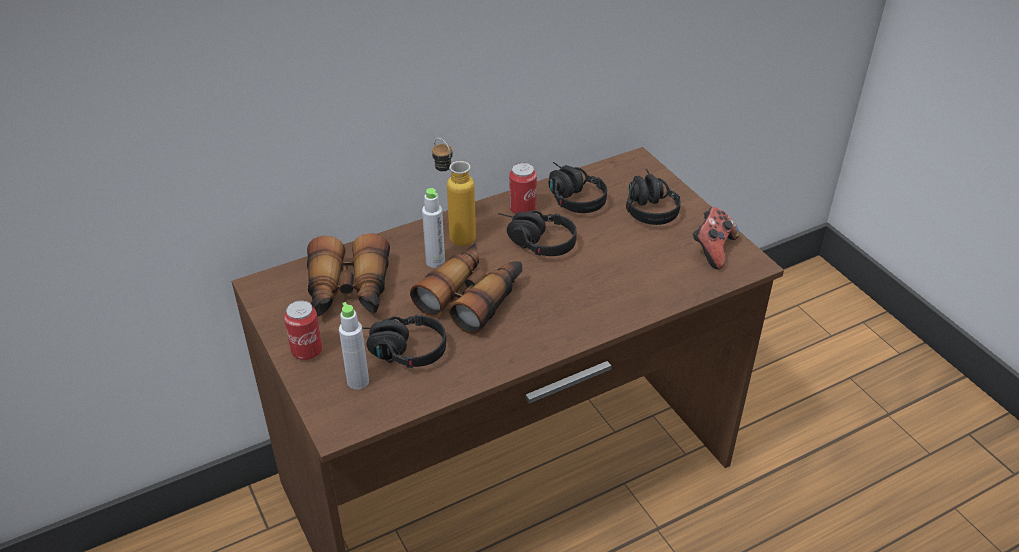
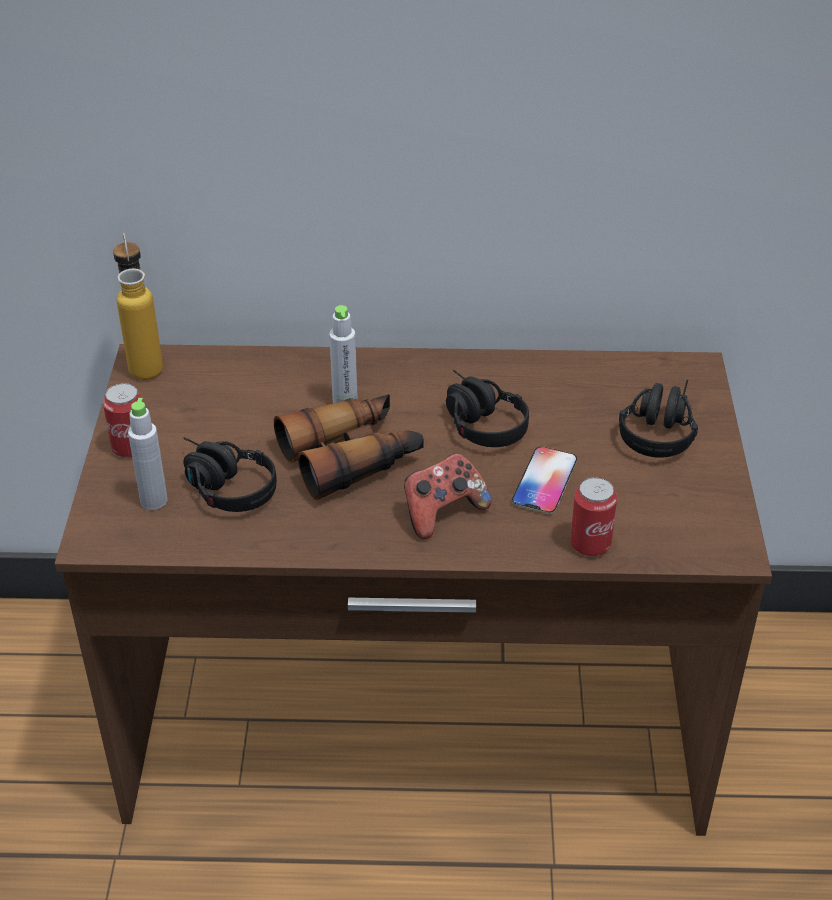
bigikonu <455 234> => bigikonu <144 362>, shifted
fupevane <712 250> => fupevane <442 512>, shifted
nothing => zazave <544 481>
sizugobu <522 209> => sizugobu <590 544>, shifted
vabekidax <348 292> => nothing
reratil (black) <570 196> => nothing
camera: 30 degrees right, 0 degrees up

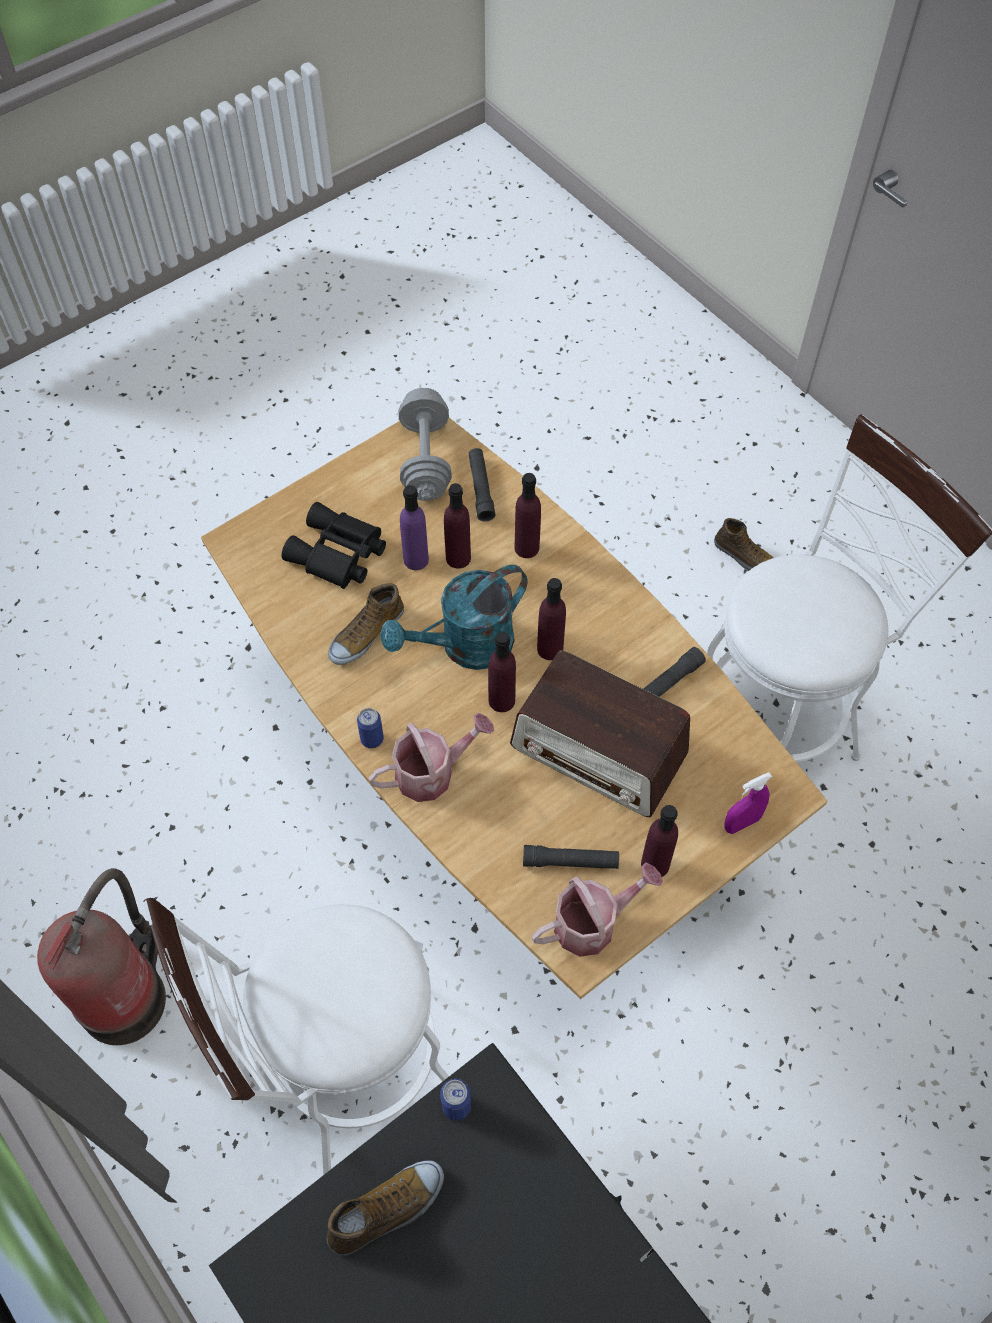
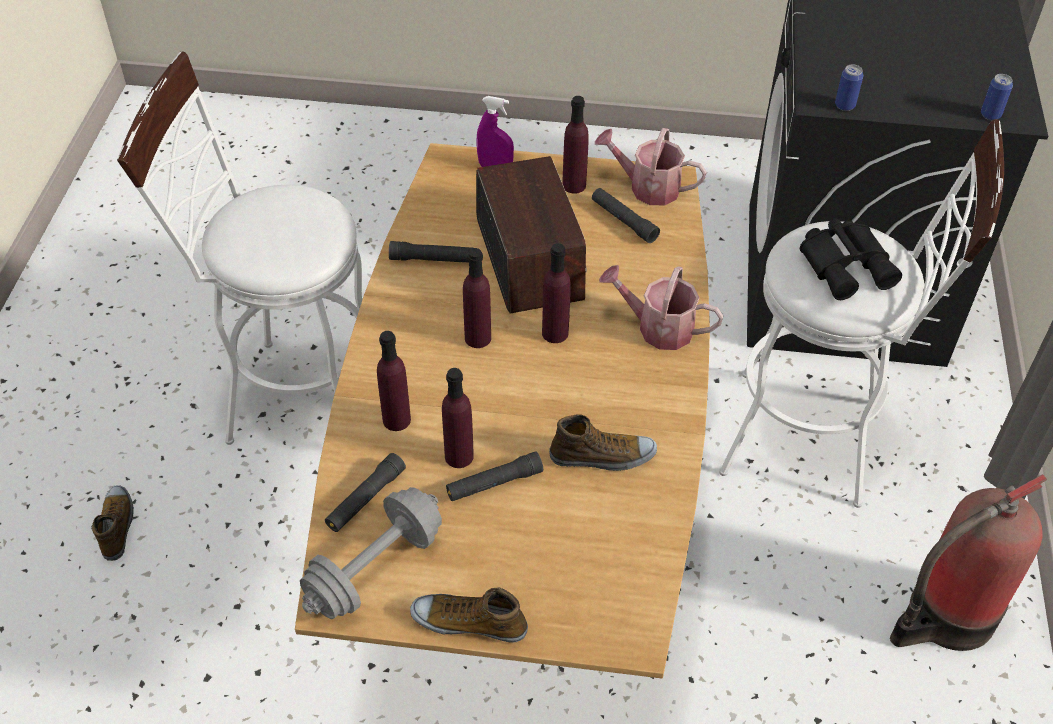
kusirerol <387 1210> => kusirerol <469 622>, shifted
bigikonu (purple) <416 559> => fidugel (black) <494 483>
vabekidax (black) <337 555> => vabekidax (black) <847 265>, shifted
sizugobu <372 739> => sizugobu <990 115>, shifted
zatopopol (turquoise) <465 647> => nothing
camera: 135 degrees left, 10 degrees down

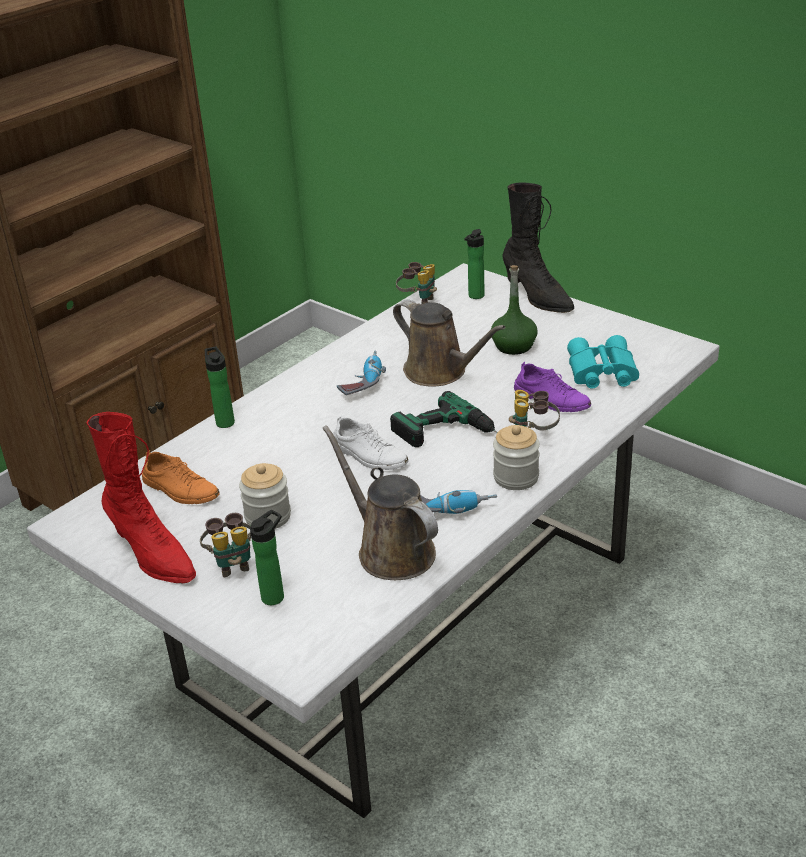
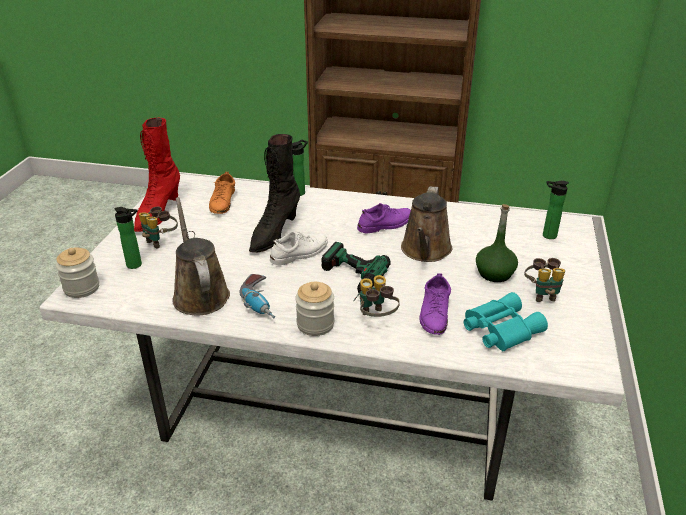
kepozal <268 516> => kepozal <82 288>, shifted
zatopopol (brown) <391 550> => zatopopol (brown) <200 294>, 45 degrees counterclockwise
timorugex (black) <537 297> => timorugex (black) <274 233>, shifted
kusirerol (white) <369 455> => kusirerol (white) <299 253>, 135 degrees counterclockwise
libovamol <363 381> => kusirerol (purple) <385 224>
vabekidax <418 301> => vabekidax <542 294>, shifted
camera: 60 degrees right, 0 degrees up

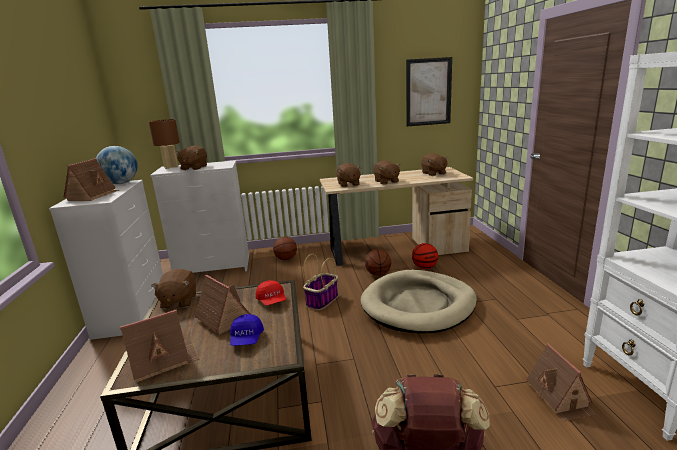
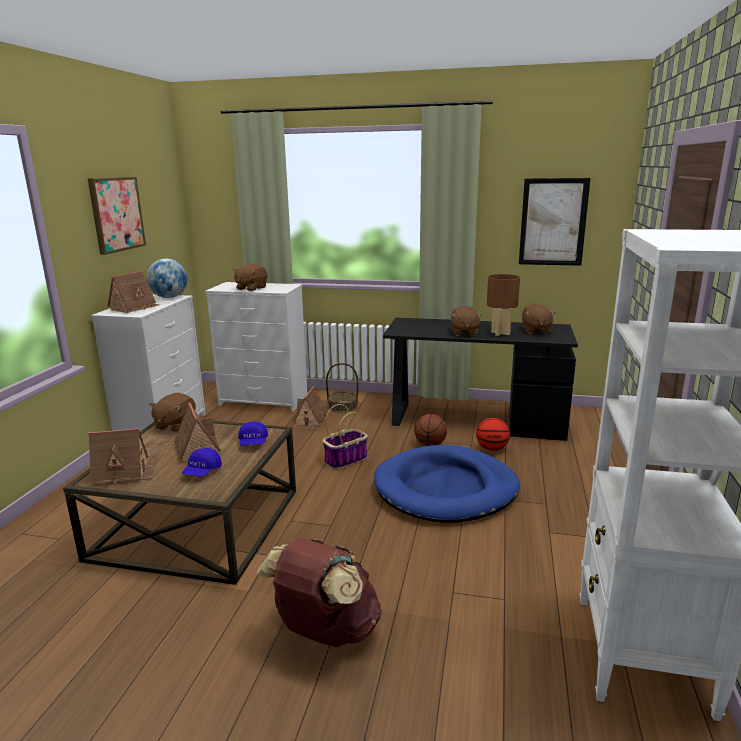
nothing => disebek <116 214>
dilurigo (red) <272 301> => dilurigo (blue) <253 443>
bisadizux <559 397> => bisadizux <310 421>, shifted
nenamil <286 259> => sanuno <342 406>
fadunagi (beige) <418 305> => fadunagi (blue) <446 489>
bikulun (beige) <394 249> => bikulun (black) <474 419>
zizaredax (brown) <171 167> => zizaredax (brown) <500 333>, shifted
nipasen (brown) <348 184> => nothing
camera: 20 degrees right, 0 degrees up

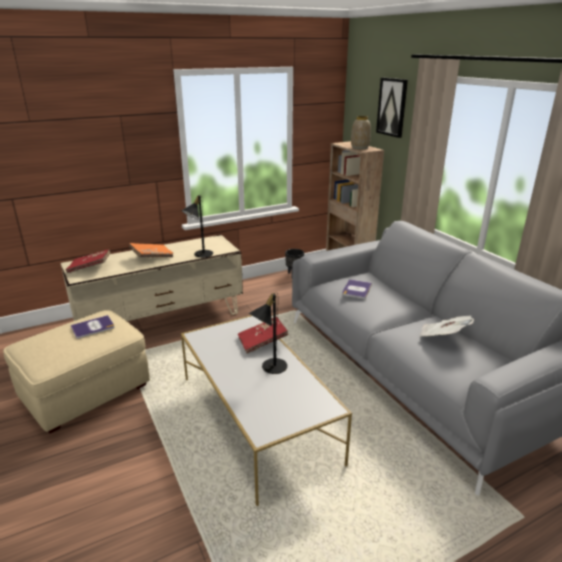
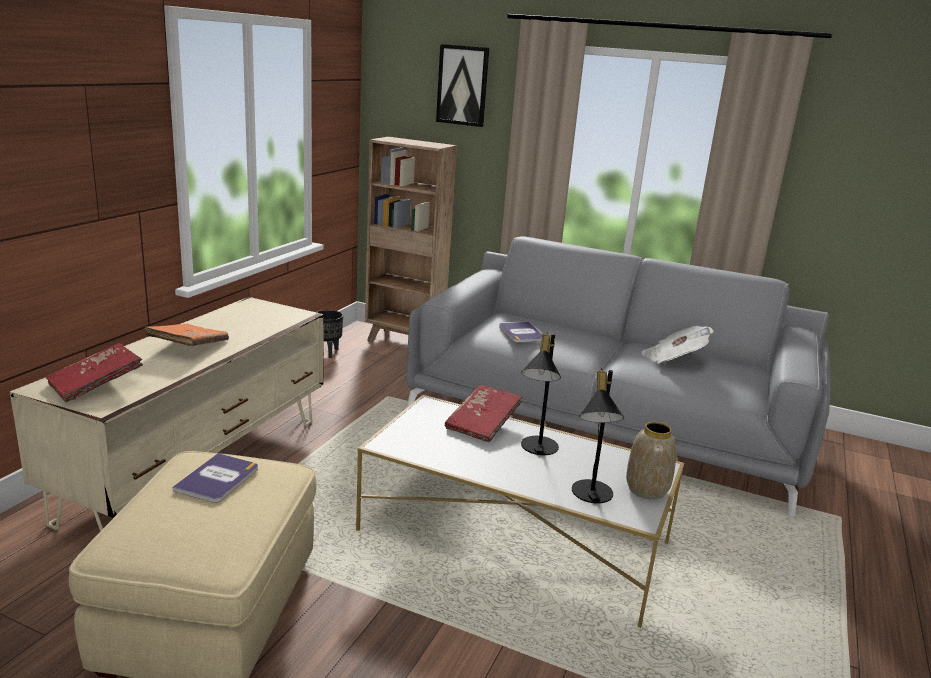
zizaredax (black) <200 254> => zizaredax (black) <590 496>, shifted
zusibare <359 148> => zusibare <646 490>, shifted
camera: 40 degrees left, 5 degrees down

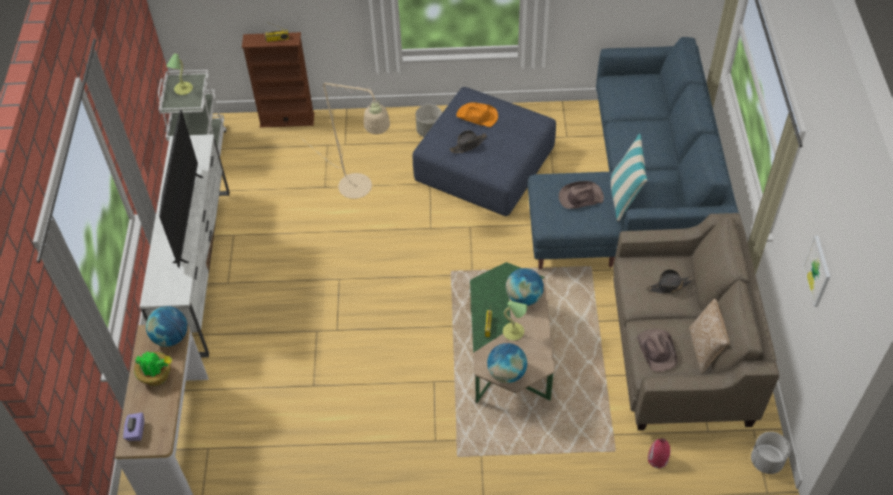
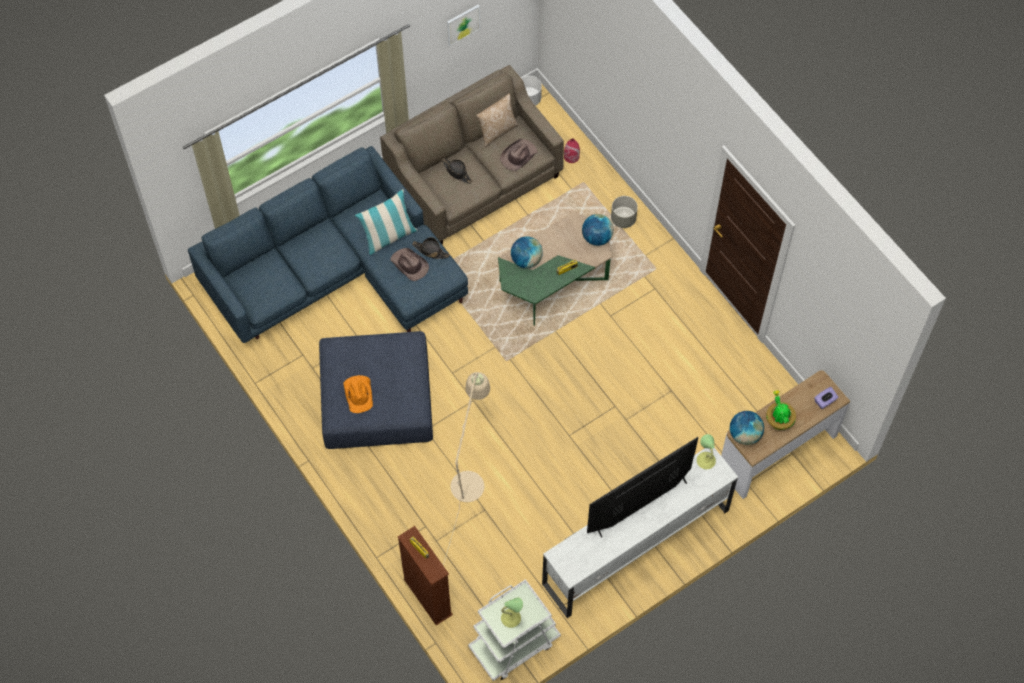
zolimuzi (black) <468 145> => zolimuzi (black) <430 251>, shifted
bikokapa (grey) <429 131> => bikokapa (grey) <623 219>, shifted
zizaredax <514 332> => zizaredax <706 460>, shifted
camera: 125 degrees left, 10 degrees up

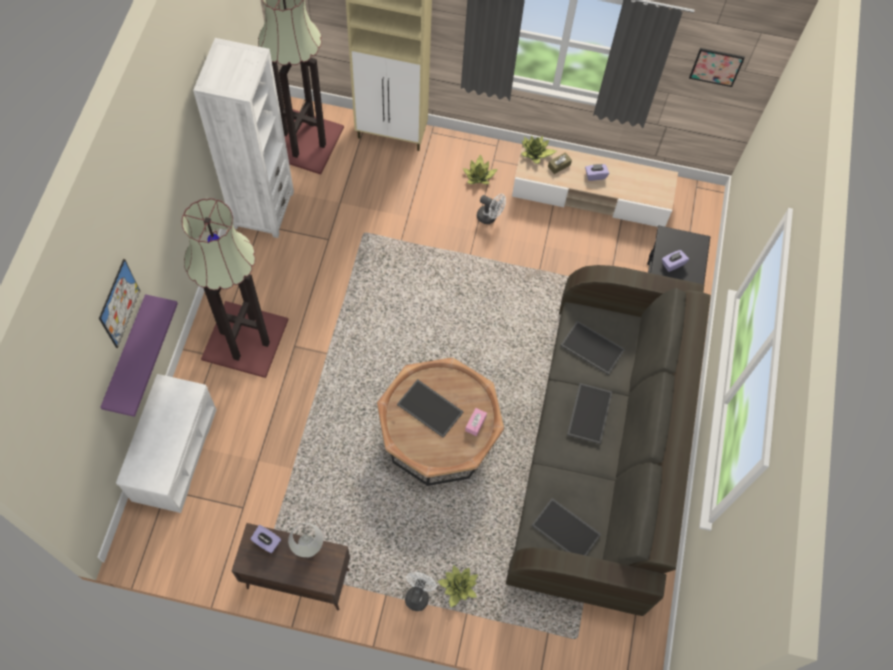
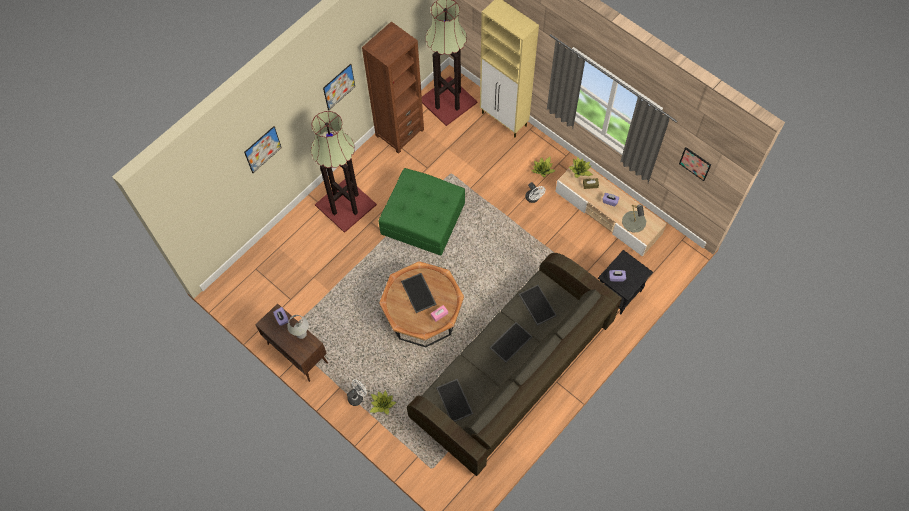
nothing => disebek <339 87>
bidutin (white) <263 209> => bidutin (brown) <399 132>
nothing => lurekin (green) <422 218>
nothing => zizaredax (grey) <634 221>
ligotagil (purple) <127 356> => nothing
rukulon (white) <174 453> => nothing
camera: 35 degrees right, 0 degrees up

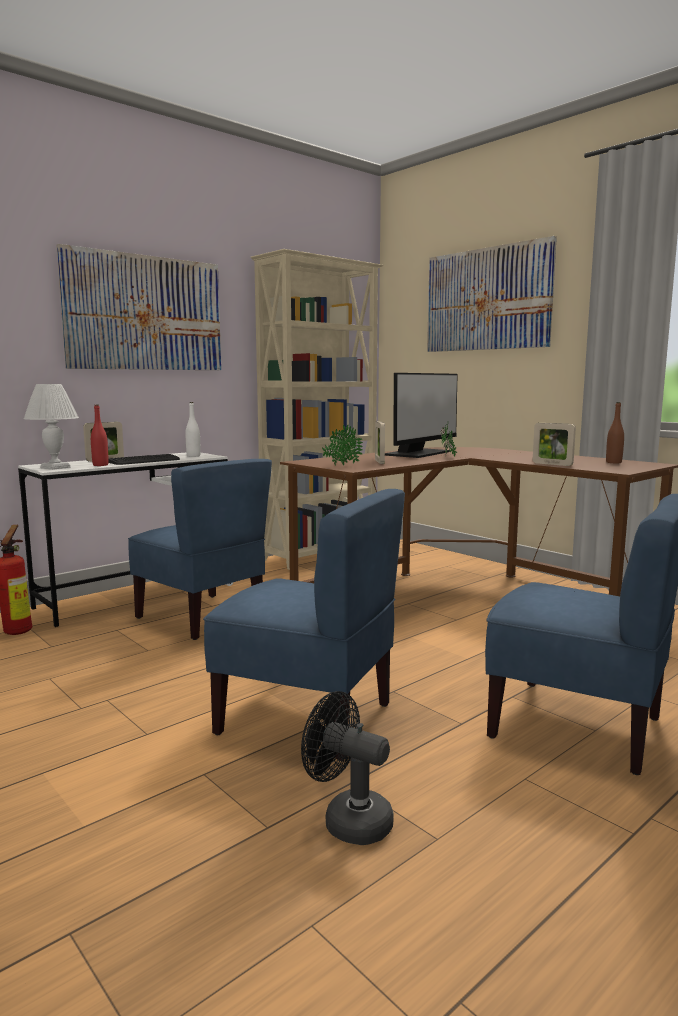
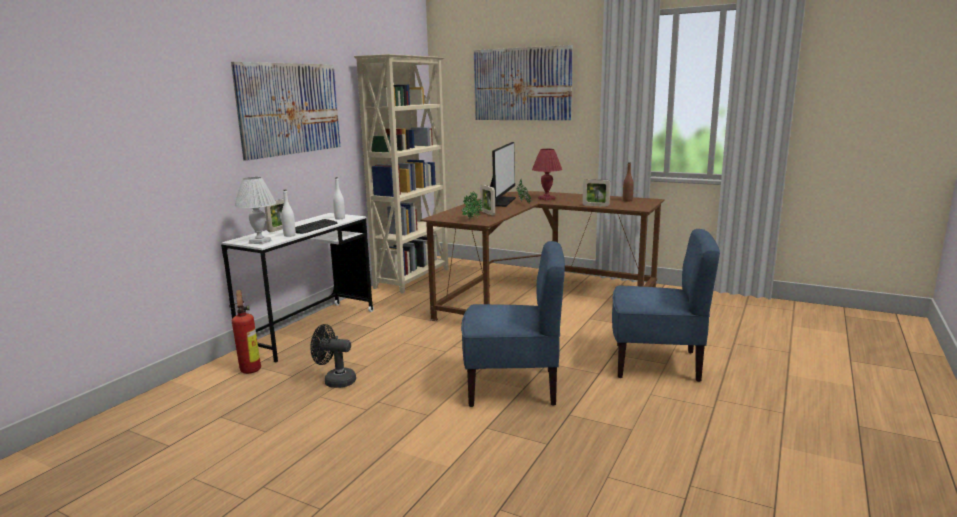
bigikonu (red) <100 465> => bigikonu (white) <289 235>
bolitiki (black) <348 820> => bolitiki (black) <335 381>, shifted
nothing => zizaredax (red) <547 199>
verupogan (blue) <202 617> => nothing
camera: 20 degrees left, 5 degrees up

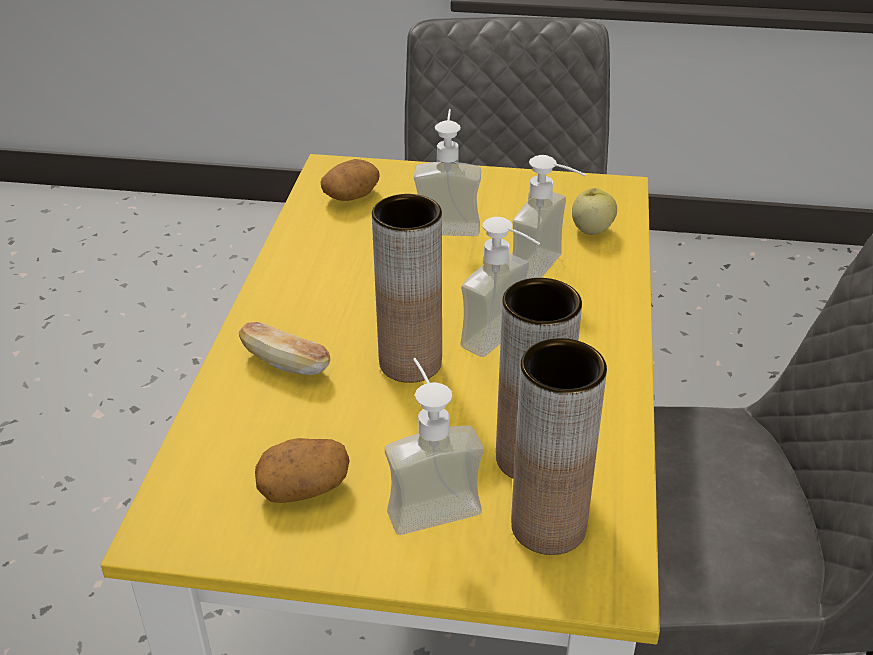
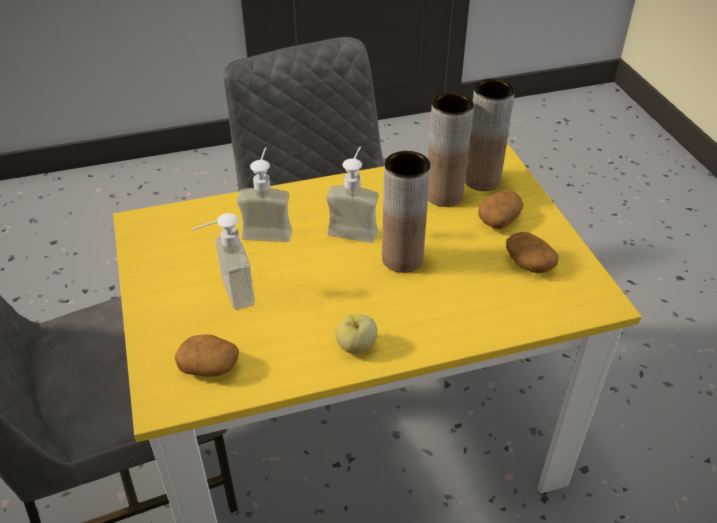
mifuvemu <591 230> => mifuvemu <356 346>, shifted
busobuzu <428 500> => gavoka <498 219>
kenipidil <286 364> => nothing
camera: 115 degrees left, 5 degrees up

